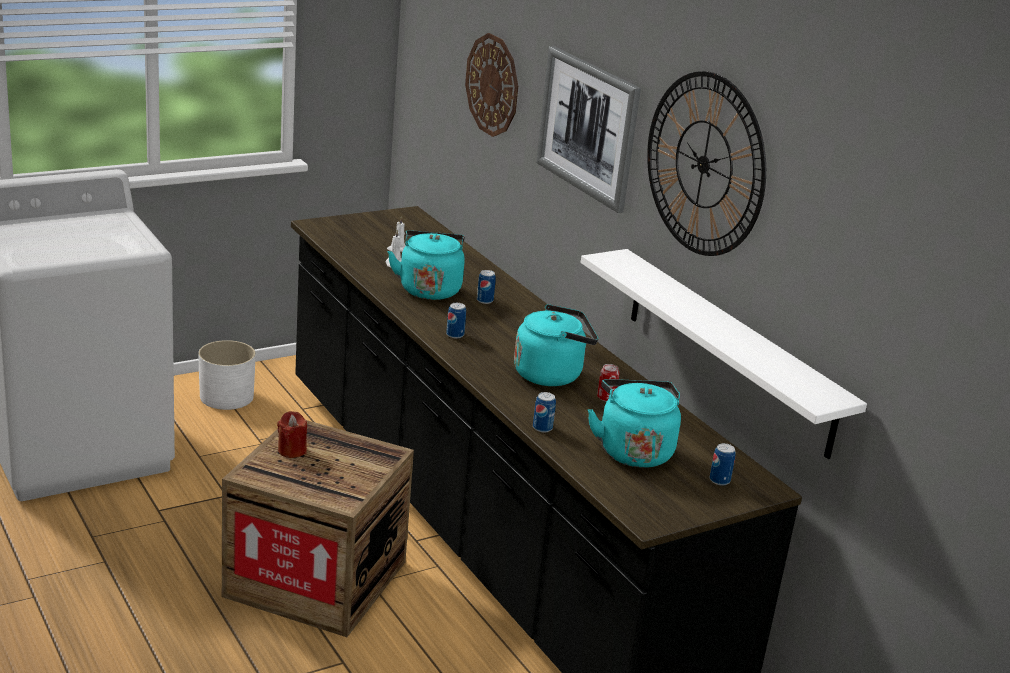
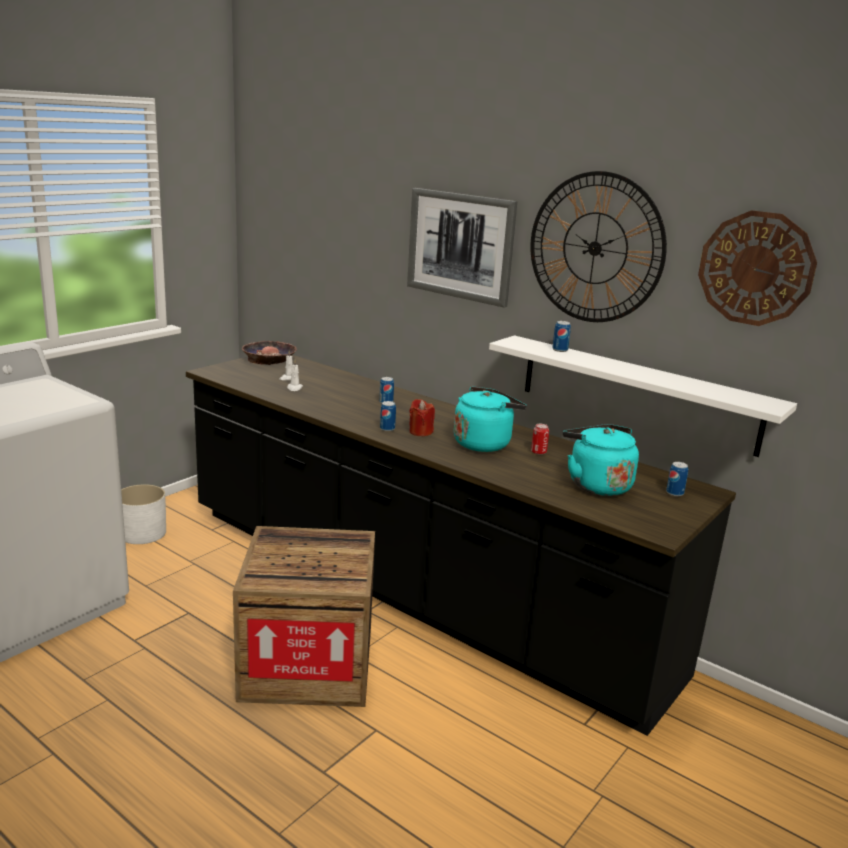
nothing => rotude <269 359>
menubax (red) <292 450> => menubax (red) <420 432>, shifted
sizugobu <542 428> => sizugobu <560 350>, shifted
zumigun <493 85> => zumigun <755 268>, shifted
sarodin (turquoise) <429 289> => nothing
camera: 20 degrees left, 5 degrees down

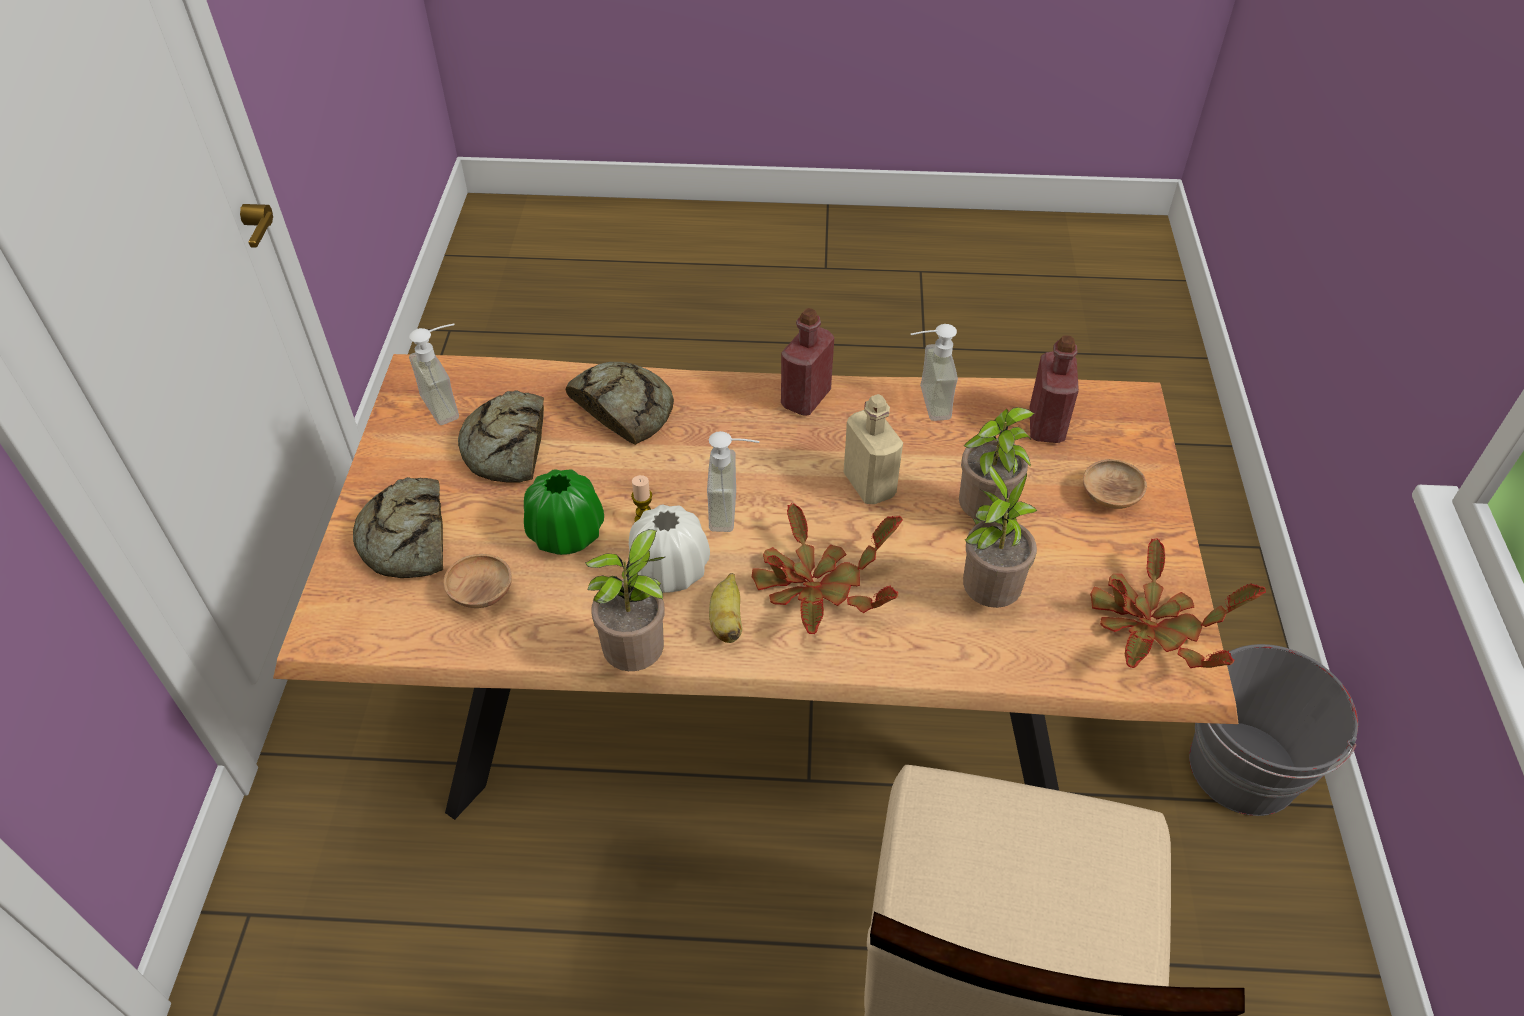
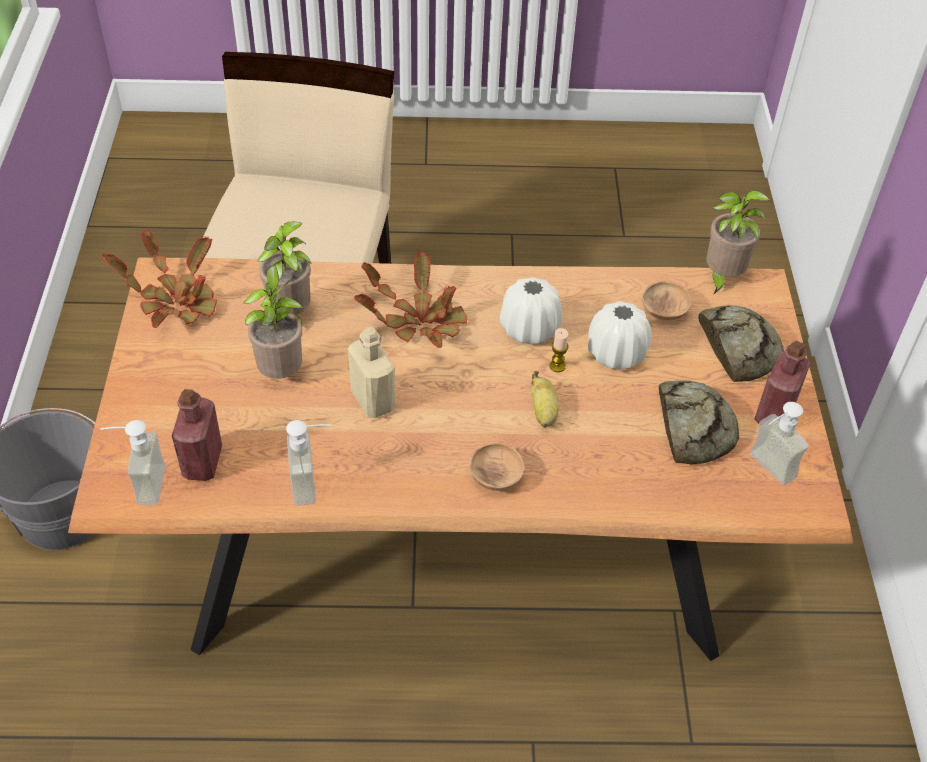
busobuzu <735 511> => busobuzu <140 485>, shifted
rotude (brown) <1110 496> => rotude (brown) <496 476>, shifted
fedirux <726 621> => fedirux <543 412>, shifted
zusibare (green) <567 534> => zusibare (white) <616 354>
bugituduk <638 658> => bugituduk <722 278>, shifted
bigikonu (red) <805 398> => bigikonu (red) <774 413>, shifted
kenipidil <622 407> => nothing
camera: 175 degrees right, 0 degrees up

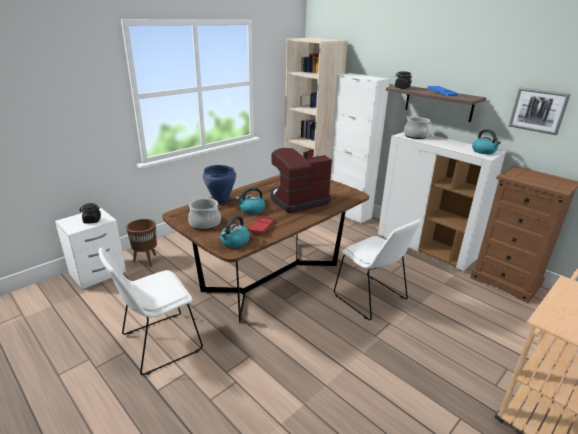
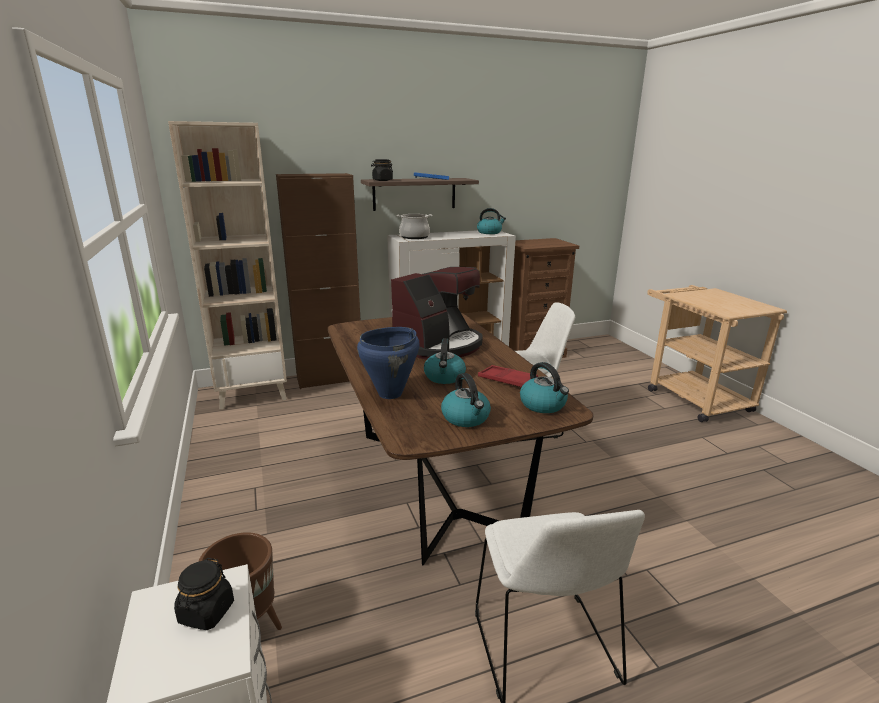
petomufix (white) <349 213> => petomufix (brown) <330 379>
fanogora <298 200> => fanogora <439 345>, 135 degrees counterclockwise
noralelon <205 223> => sarodin <466 418>
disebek <538 110> => nothing
camera: 65 degrees left, 5 degrees down

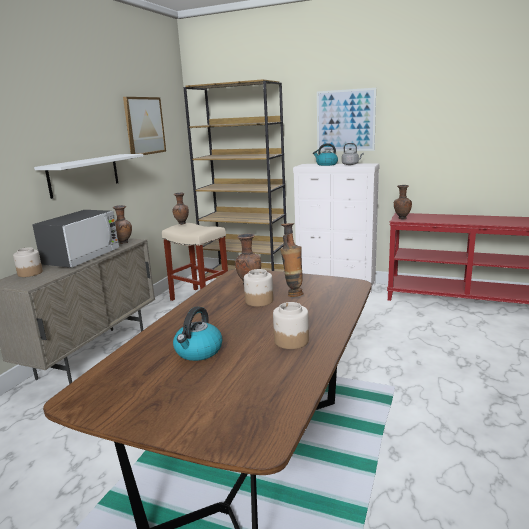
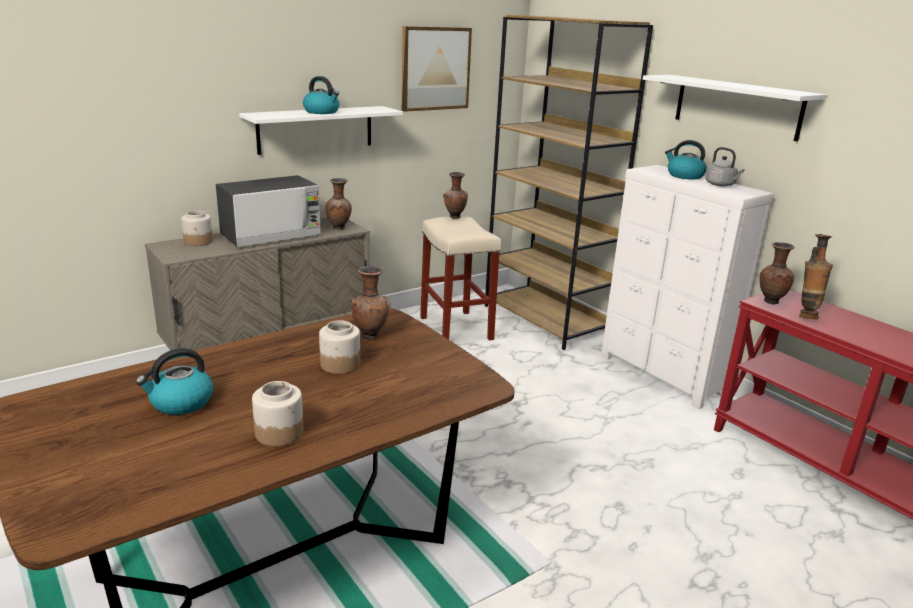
nothing => sarodin <322 112>
disebek <345 120> => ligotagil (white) <737 106>
zusibare <293 294> => zusibare <806 316>, shifted
camera: 30 degrees right, 5 degrees up

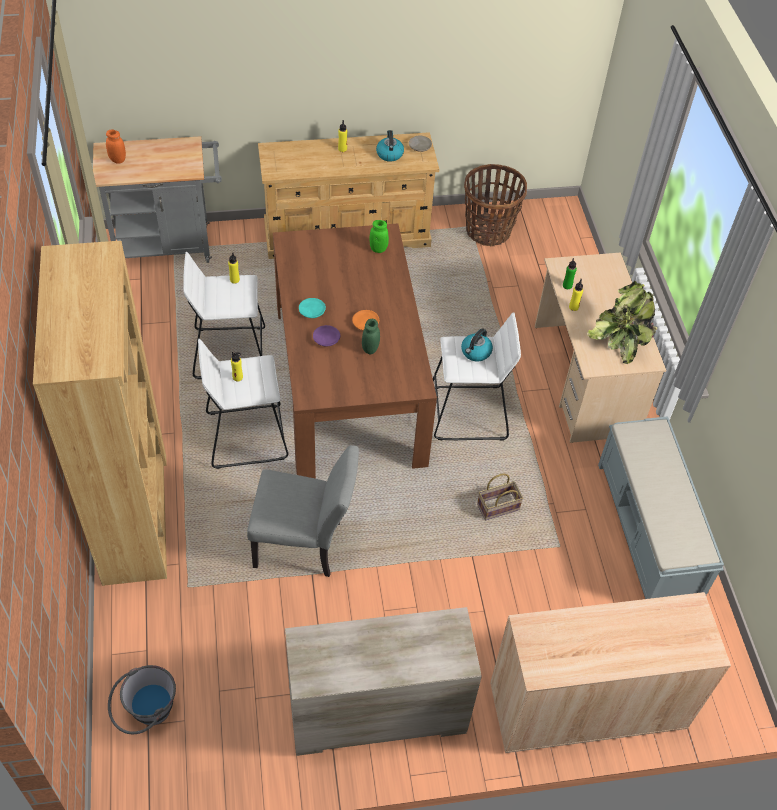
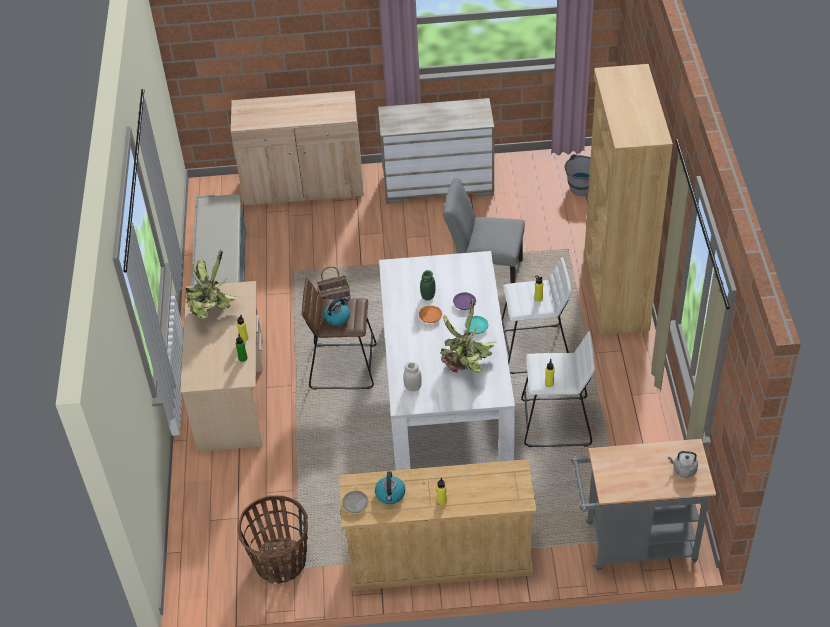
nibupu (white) <468 413> => nibupu (brown) <343 366>
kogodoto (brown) <348 383> => kogodoto (white) <445 393>
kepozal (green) <378 249> => kepozal (white) <413 387>
nothing => bugituduk <467 364>
kepozal (orange) <117 160> => sarodin (grey) <683 470>
camera: 170 degrees left, 5 degrees down

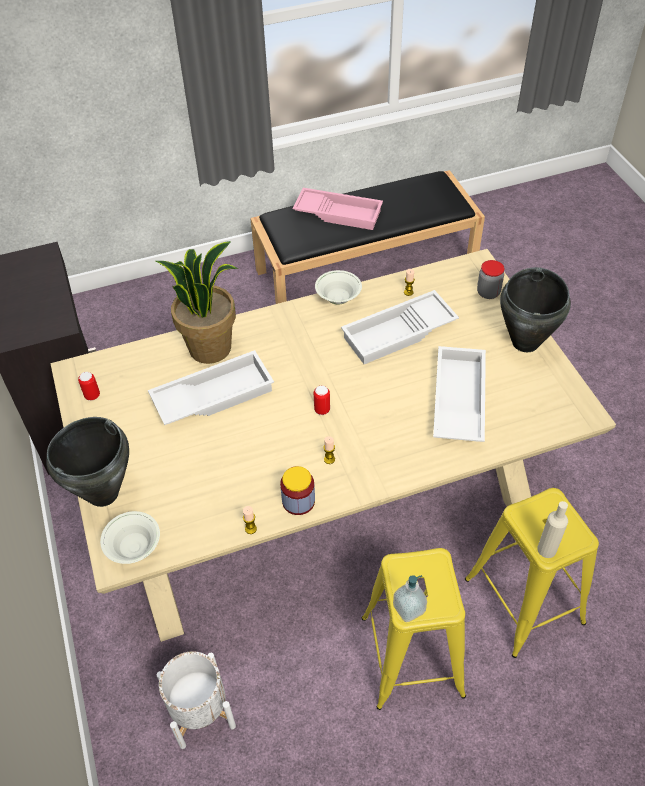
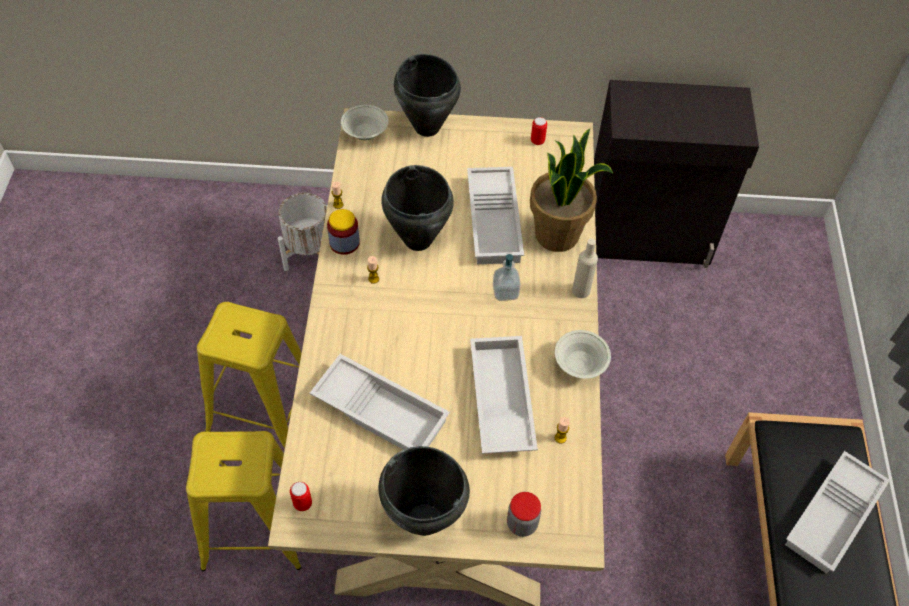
sizugobu <322 410> => sizugobu <302 503>, shifted
nothing => noralelon (black) <417 240>
busobuzu <409 608> => busobuzu <505 292>, shifted
bigikonu (beige) <547 549> => bigikonu (beige) <581 290>, shifted
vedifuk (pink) <339 213> => vedifuk (white) <834 517>
camera: 110 degrees right, 5 degrees up

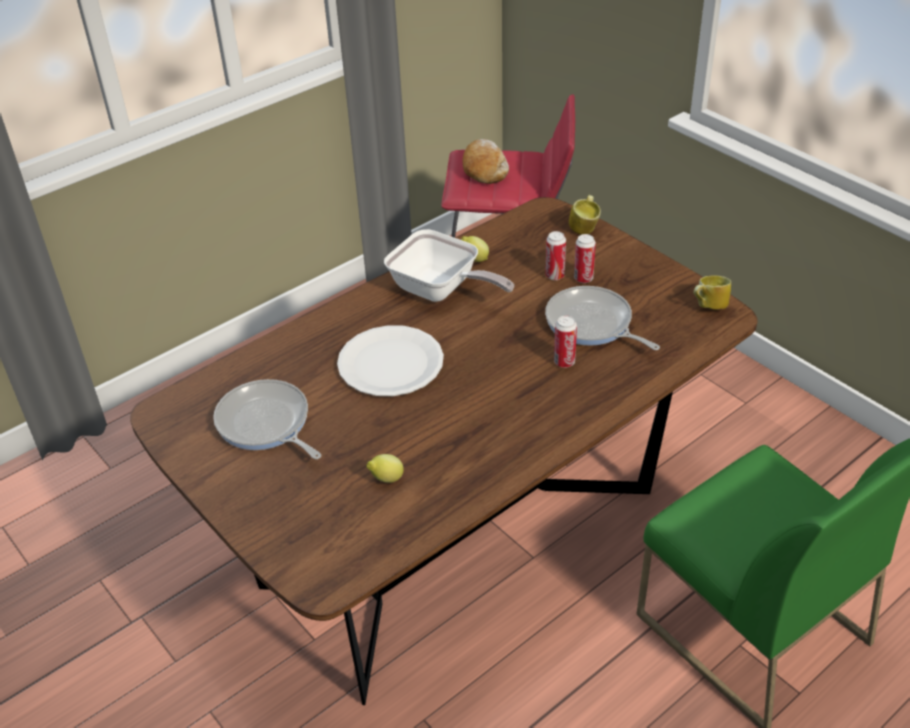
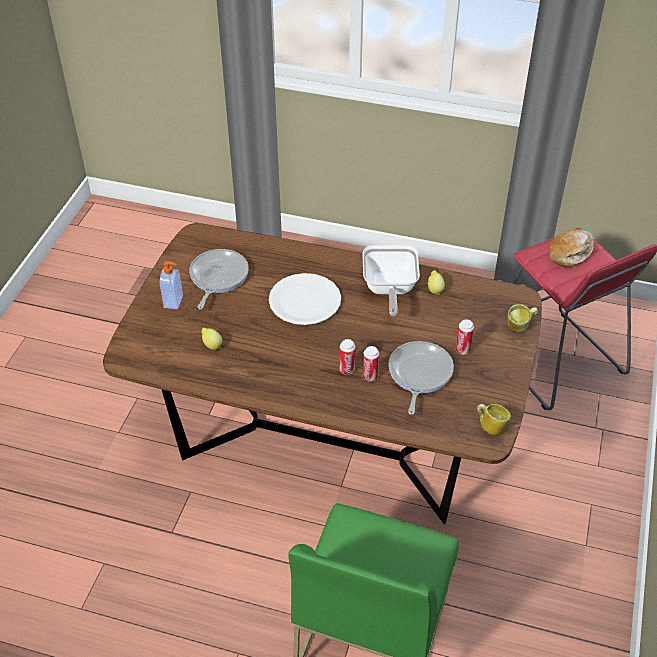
nothing => busobuzu <174 302>
sizugobu <555 276> => sizugobu <347 370>, shifted
camera: 55 degrees right, 5 degrees up

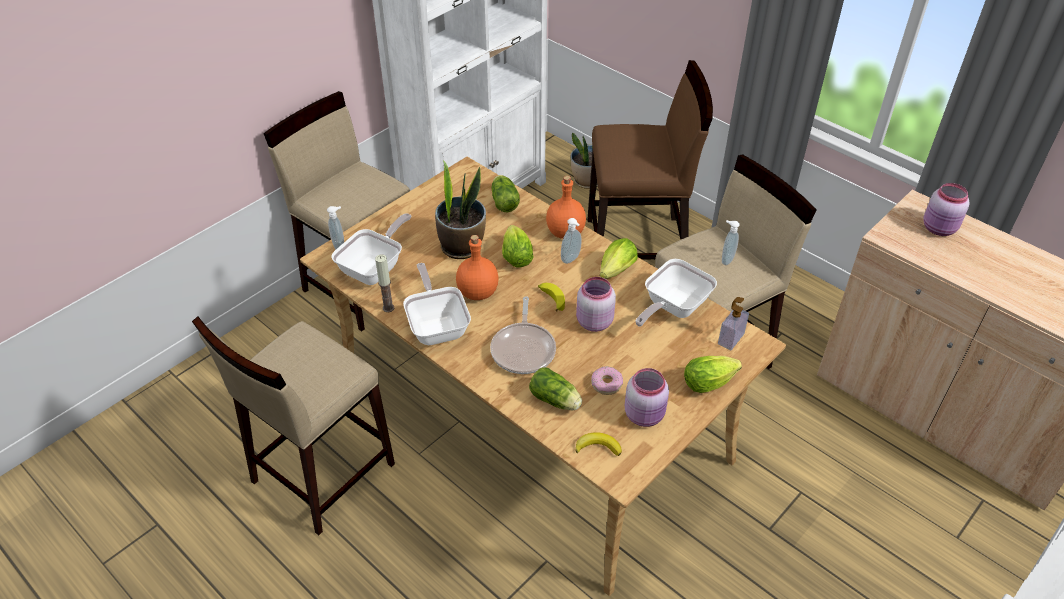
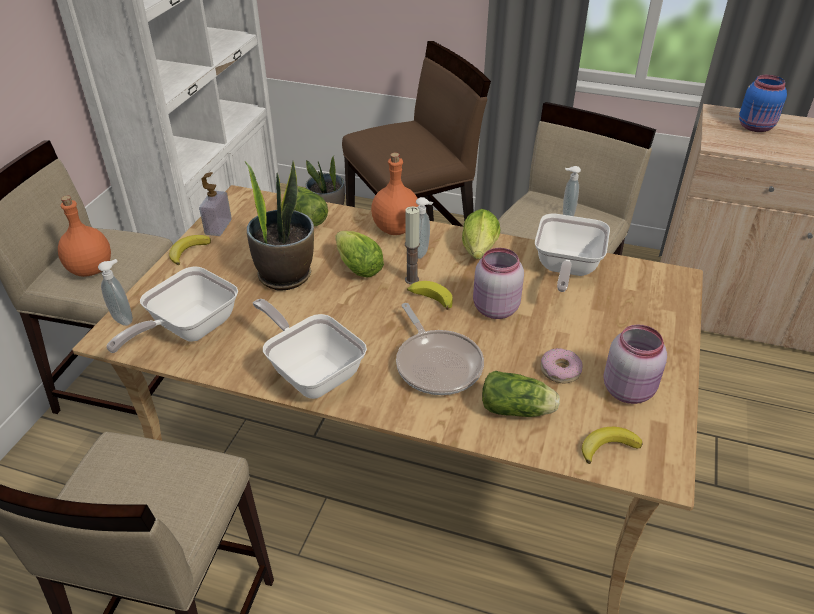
bigikonu (orange) <477 292> => bigikonu (orange) <89 269>, shifted
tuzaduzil <375 268> => tuzaduzil <187 330>, 150 degrees counterclockwise
nothing => fedirux <188 251>
busobuzu <731 339> => busobuzu <218 227>, shifted
menubax <388 308> => menubax <411 279>, shifted
kepozal (pink) <939 229> => kepozal (blue) <756 127>
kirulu <711 382> => nothing
camera: 25 degrees left, 5 degrees down

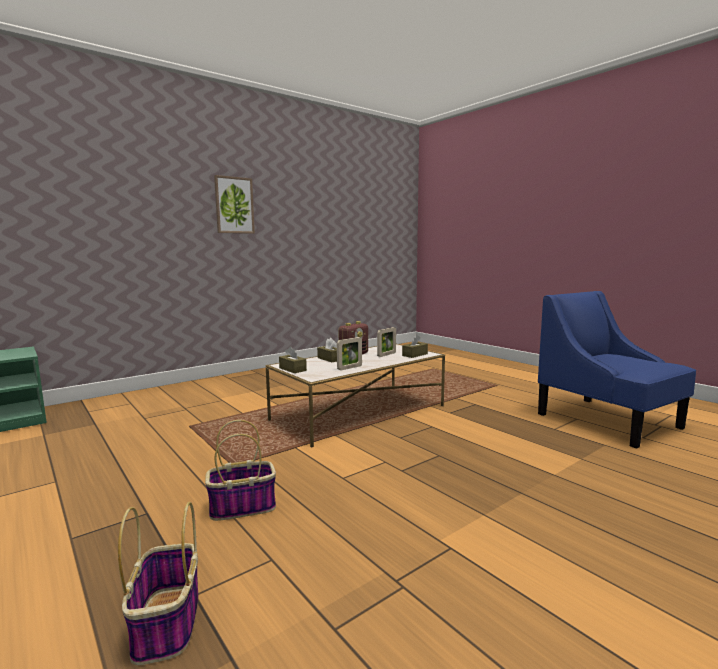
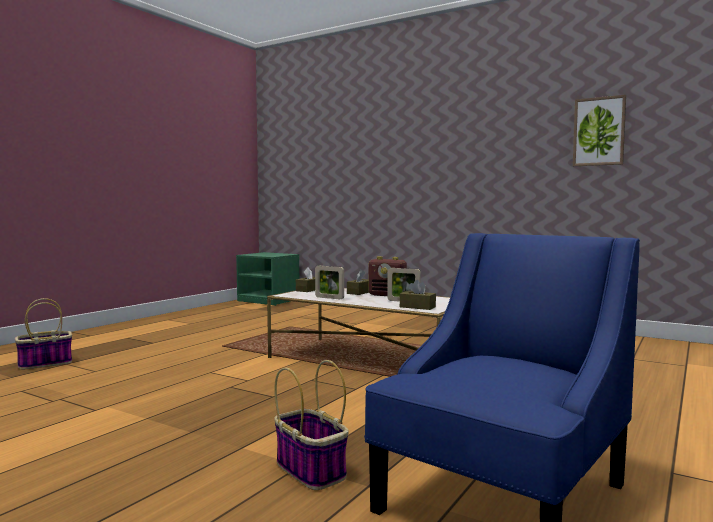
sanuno <243 507> => sanuno <312 470>, shifted
disebek <234 205> => disebek <599 131>, shifted
camera: 70 degrees right, 5 degrees down

